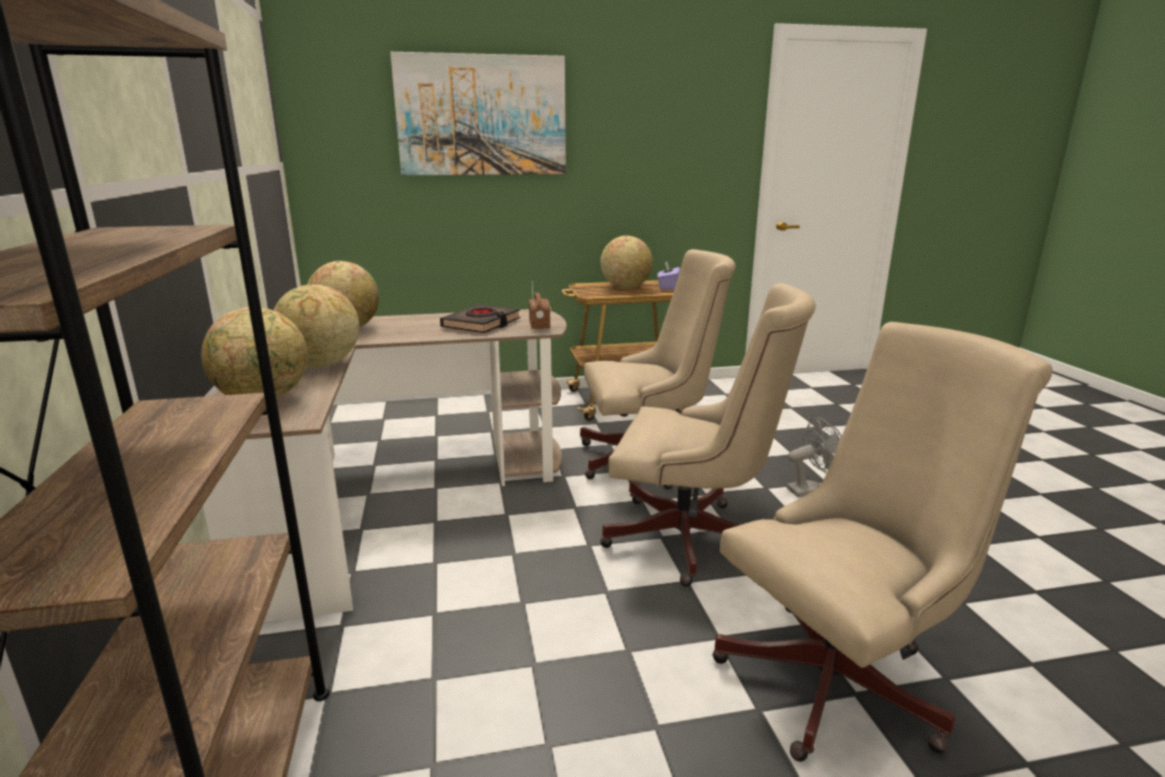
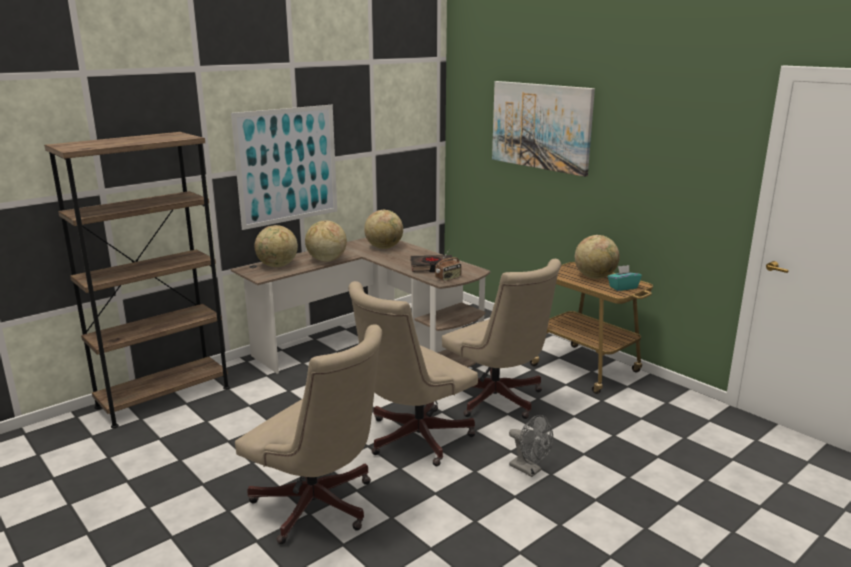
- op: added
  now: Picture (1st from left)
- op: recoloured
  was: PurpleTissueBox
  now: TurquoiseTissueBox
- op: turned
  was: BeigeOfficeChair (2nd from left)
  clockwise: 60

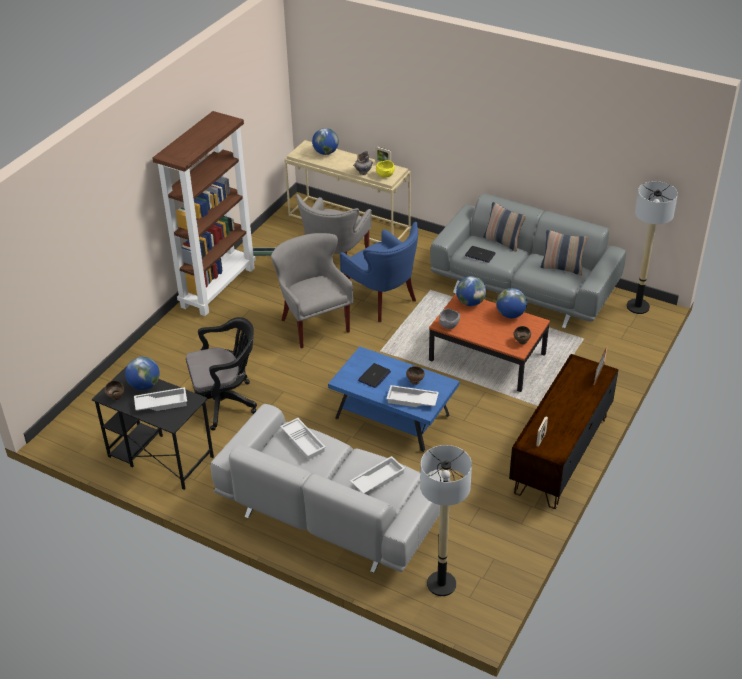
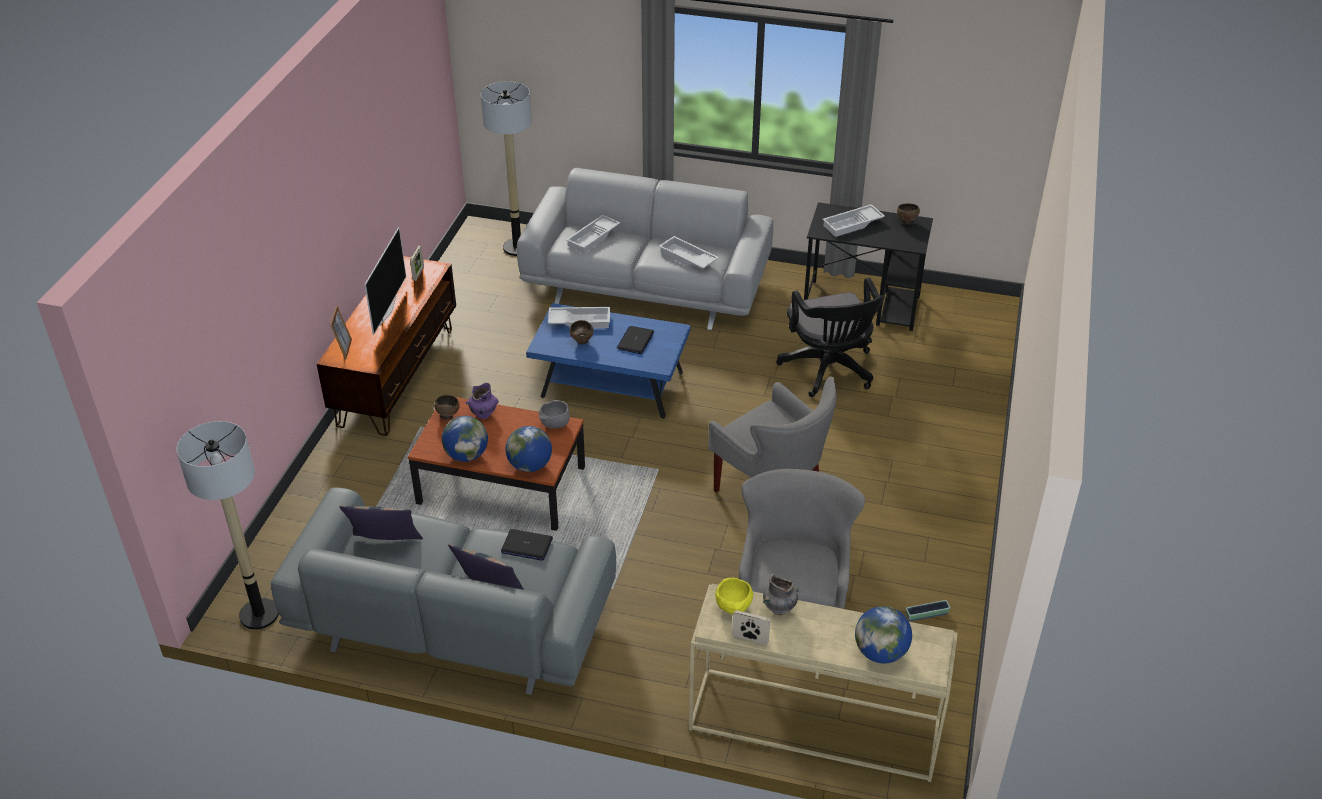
- op: removed
  was: Globe (1st from left)
- op: removed
  was: BrownBookcase
- op: removed
  was: BlueArmchair
- op: added
  now: Television
- op: added
  now: PurpleVase
- op: turned
  was: BlackOfficeChair
  clockwise: -75

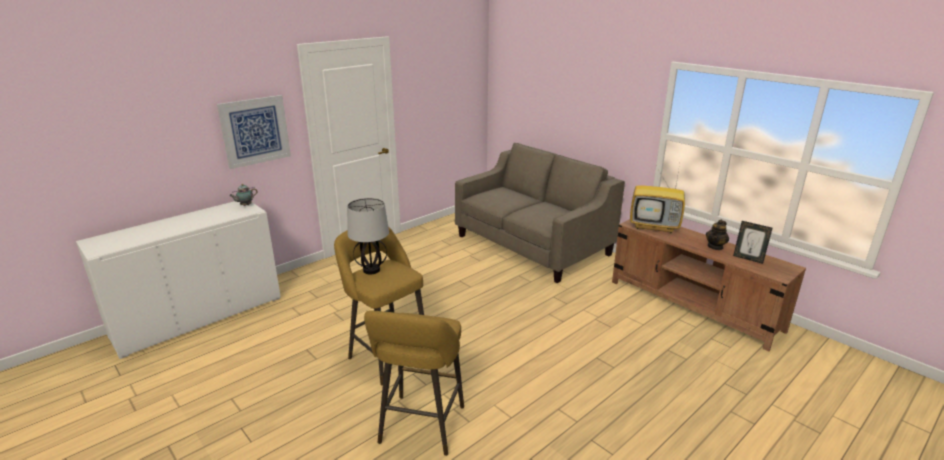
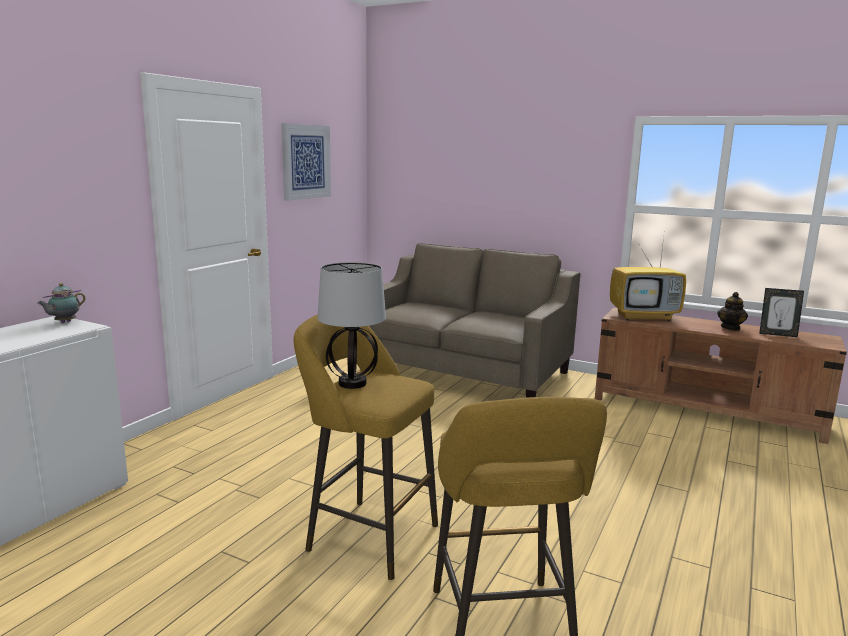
- op: moved
  was: Picture

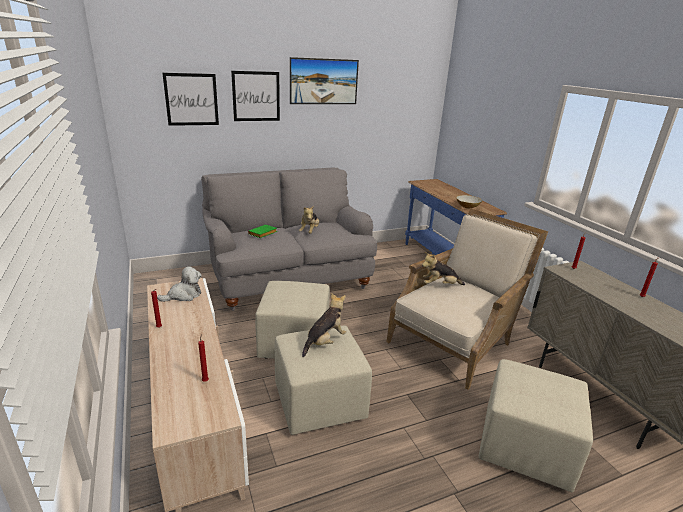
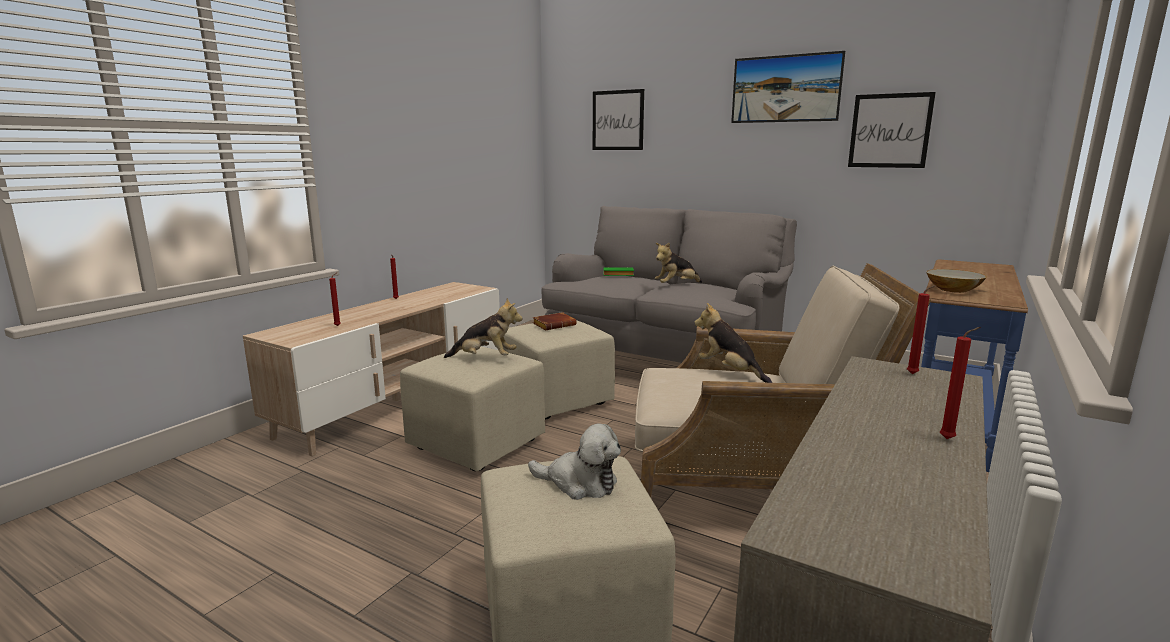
- op: added
  now: BrownBook
- op: moved
  was: PlushToy (1st from left in the first image)
  now: PlushToy (2nd from left)
- op: moved
  was: Picture (2nd from left in the first image)
  now: Picture (3rd from left)

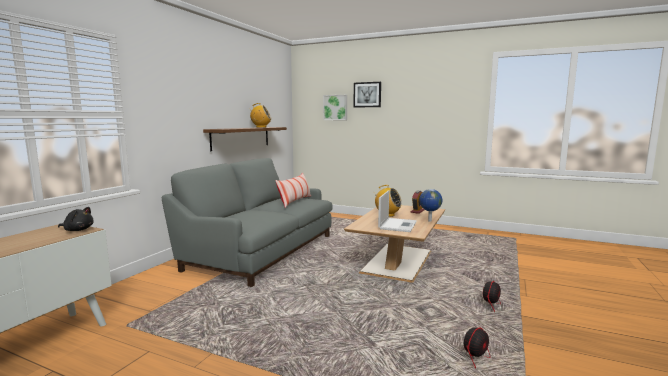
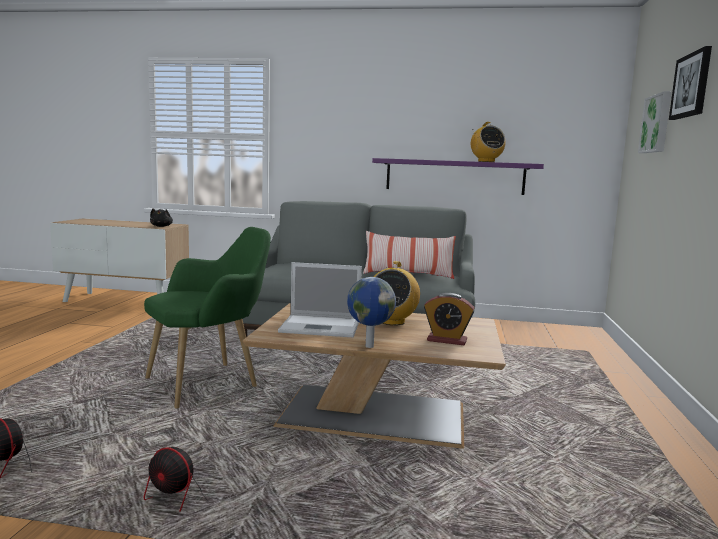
- op: added
  now: GreenArmchair
- op: recoloured
  was: BrownShelf
  now: PurpleShelf

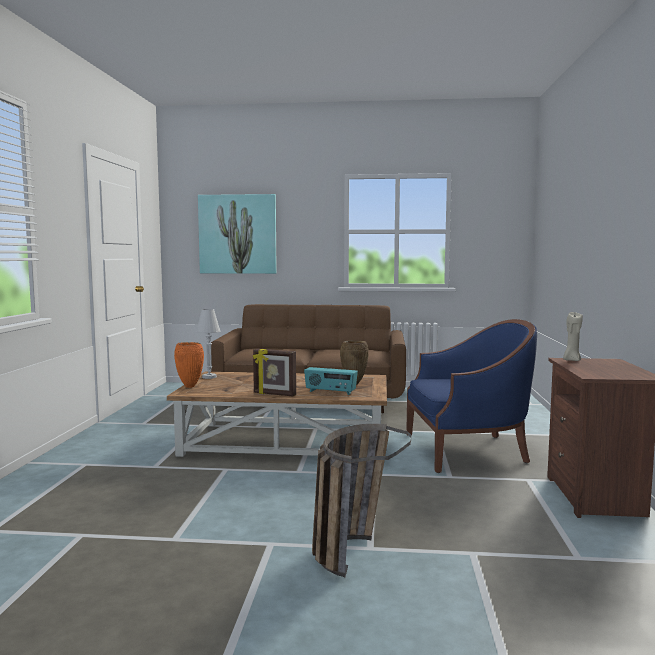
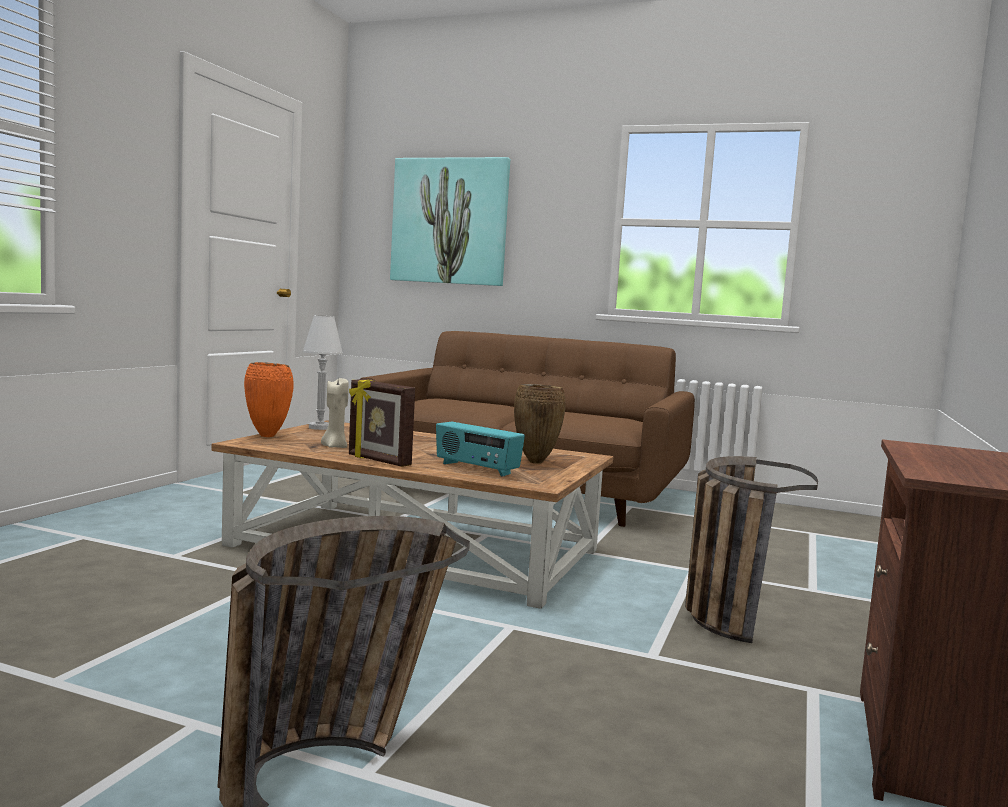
- op: moved
  was: BeigeCandle
- op: replaced
  was: BlueArmchair
  now: Basket (2nd from left)

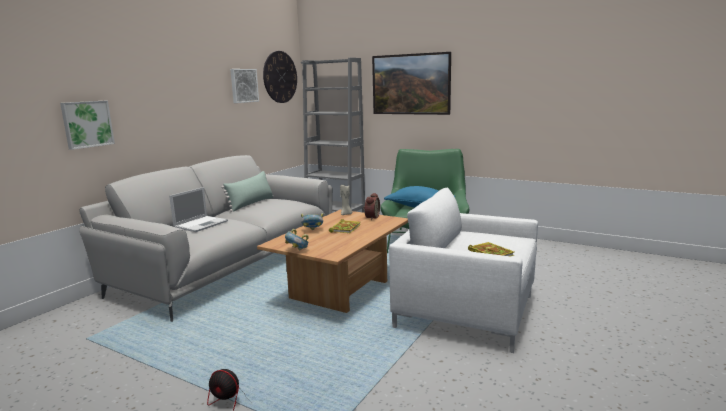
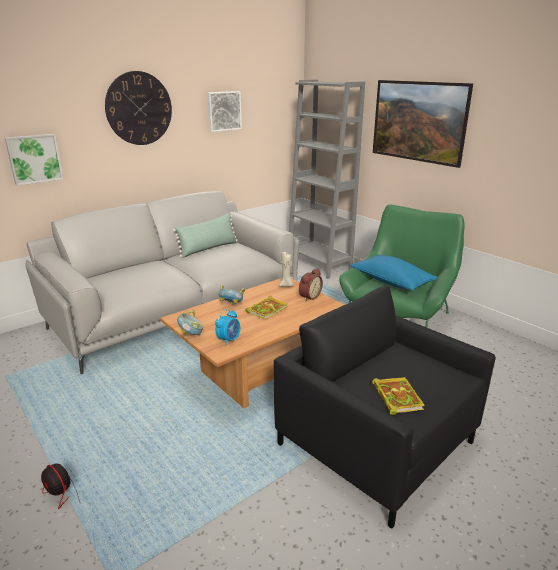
- op: removed
  was: Laptop
- op: added
  now: AlarmClock (1st from left)
- op: moved
  was: WallClock
- op: recoloured
  was: WhiteArmchair
  now: BlackArmchair

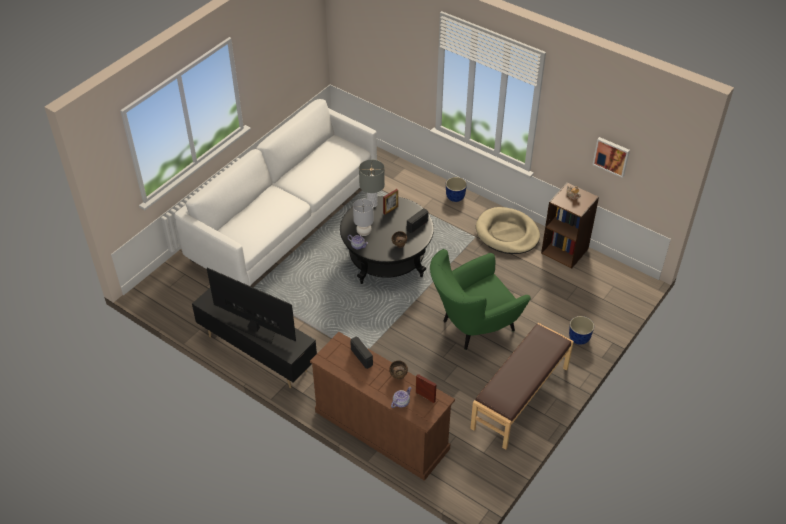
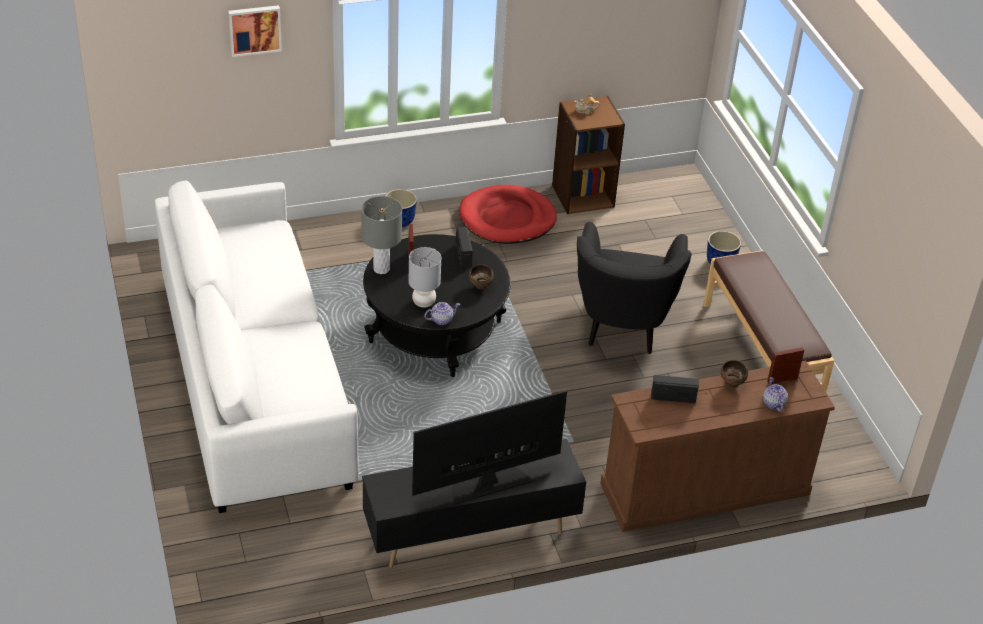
- op: moved
  was: Picture
- op: recoloured
  was: GreenArmchair
  now: BlackArmchair
- op: recoloured
  was: BeigeDogBed
  now: RedDogBed

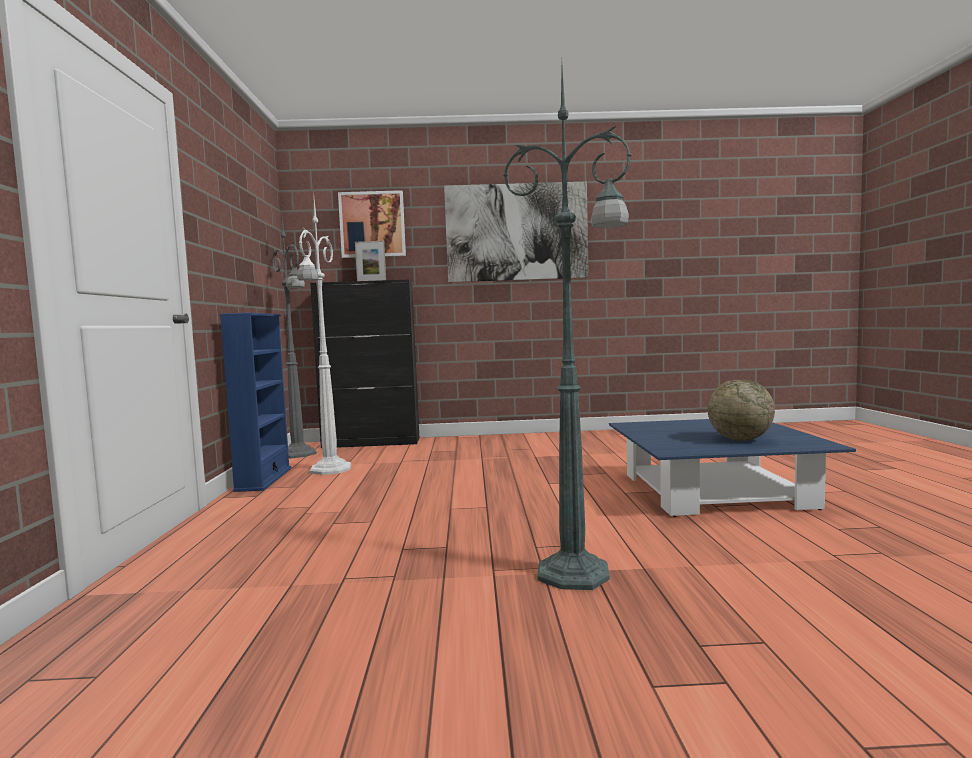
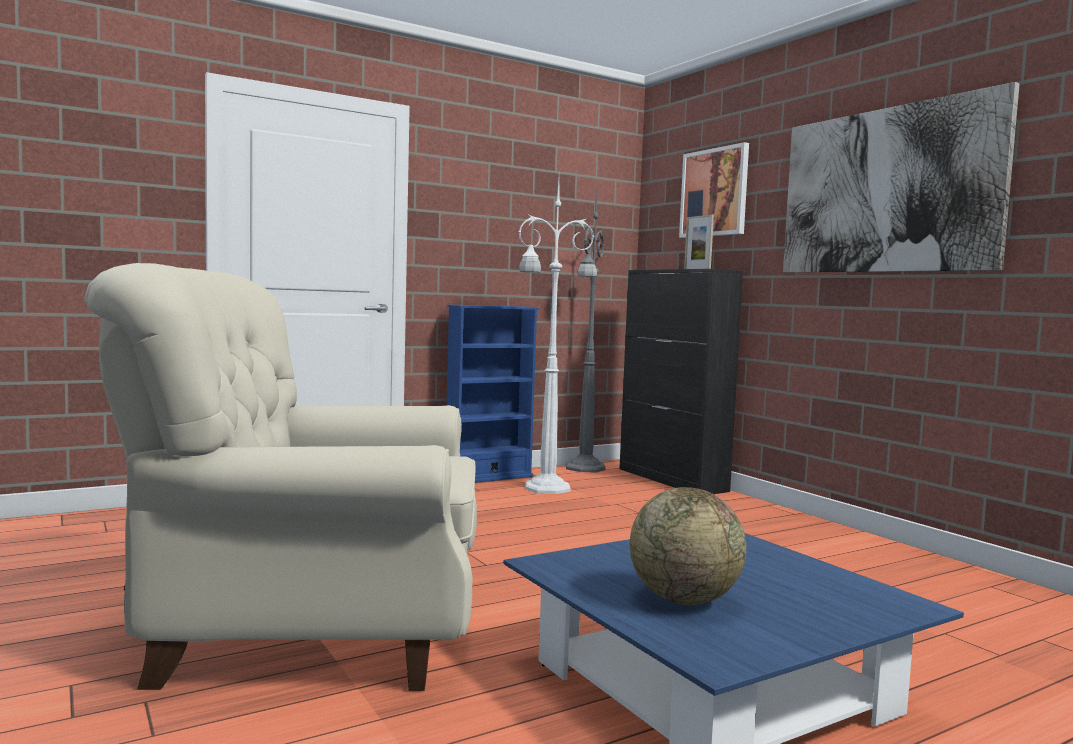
- op: replaced
  was: GreenFloorLamp
  now: BeigeArmchair

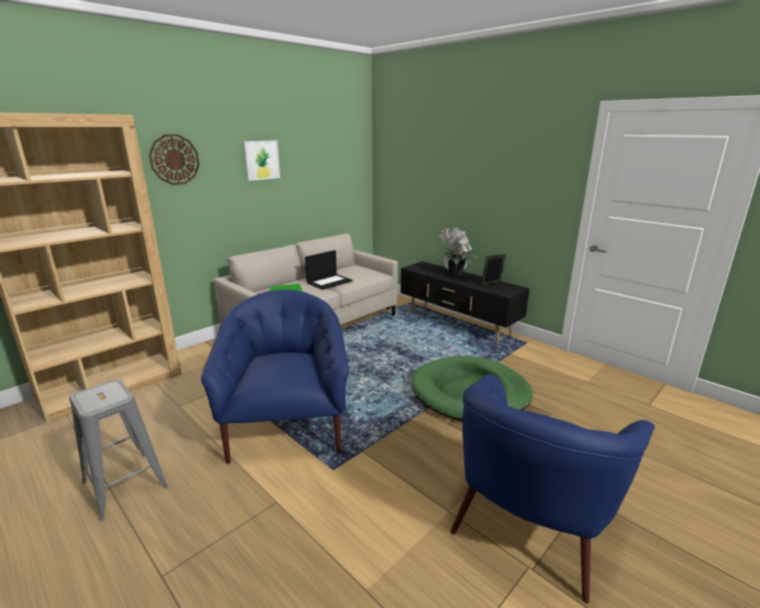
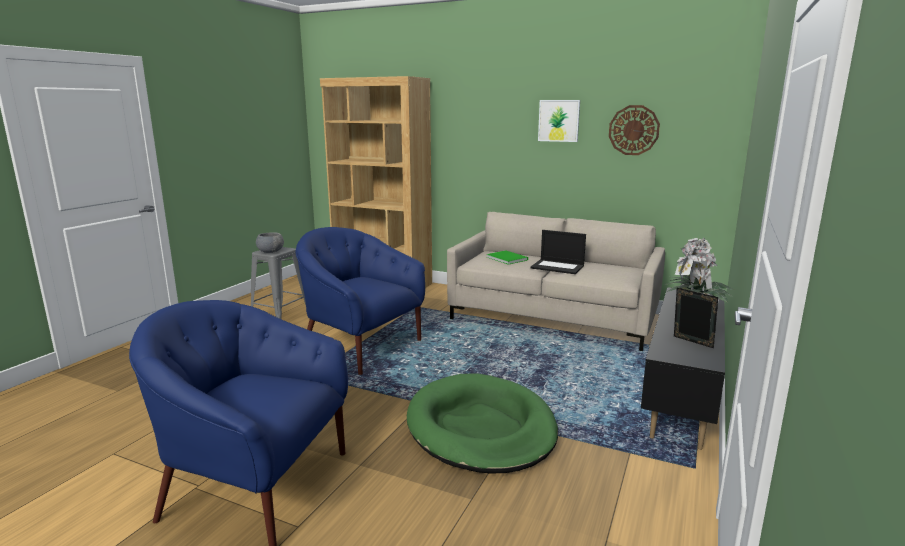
- op: added
  now: GreyBowl
- op: moved
  was: WallClock
- op: turned
  was: BlueArmchair (1st from left in the first image)
  clockwise: -120

